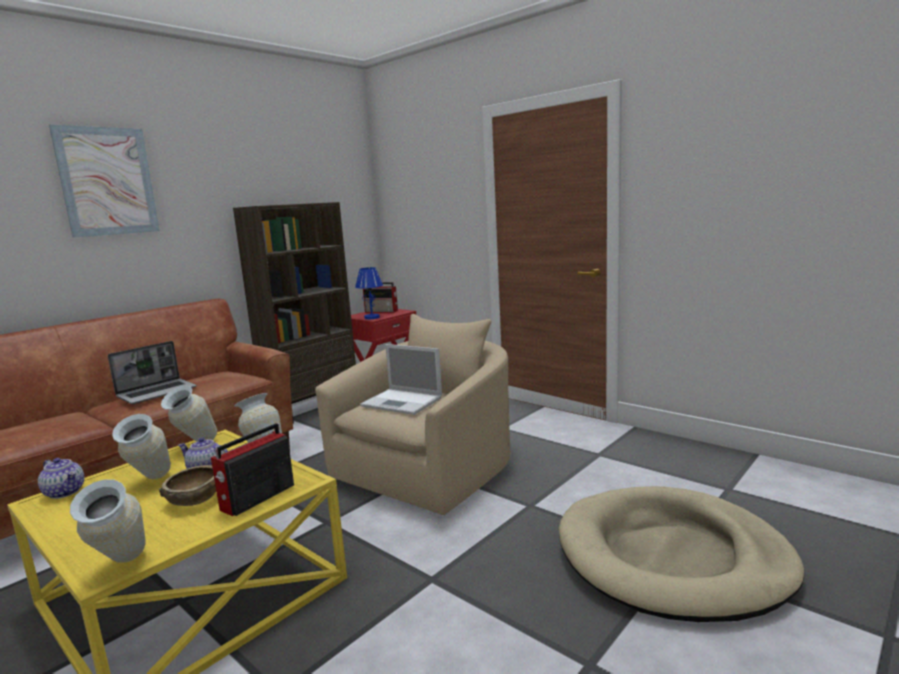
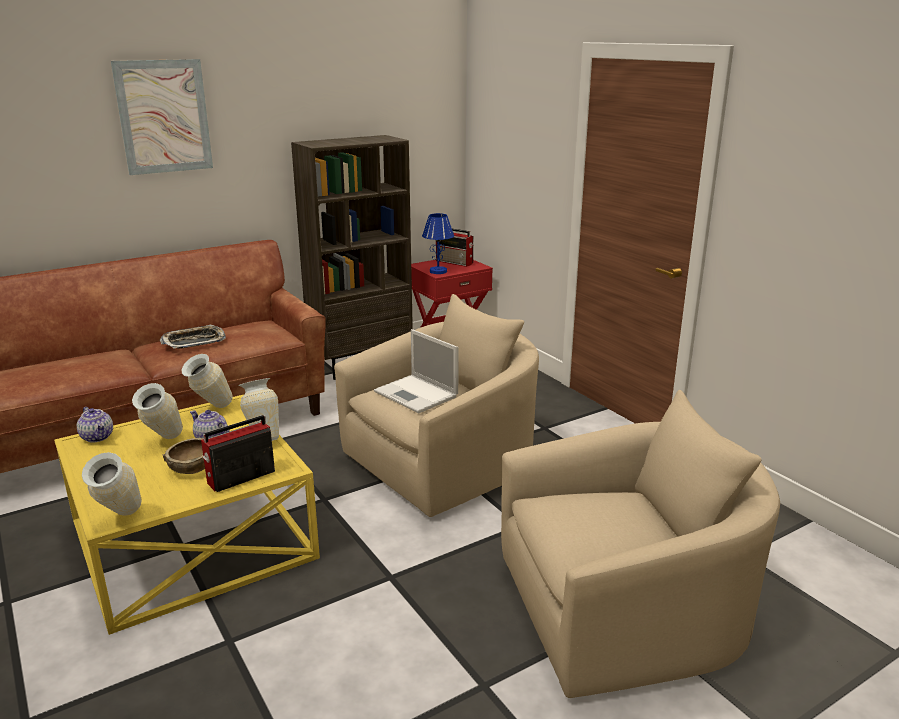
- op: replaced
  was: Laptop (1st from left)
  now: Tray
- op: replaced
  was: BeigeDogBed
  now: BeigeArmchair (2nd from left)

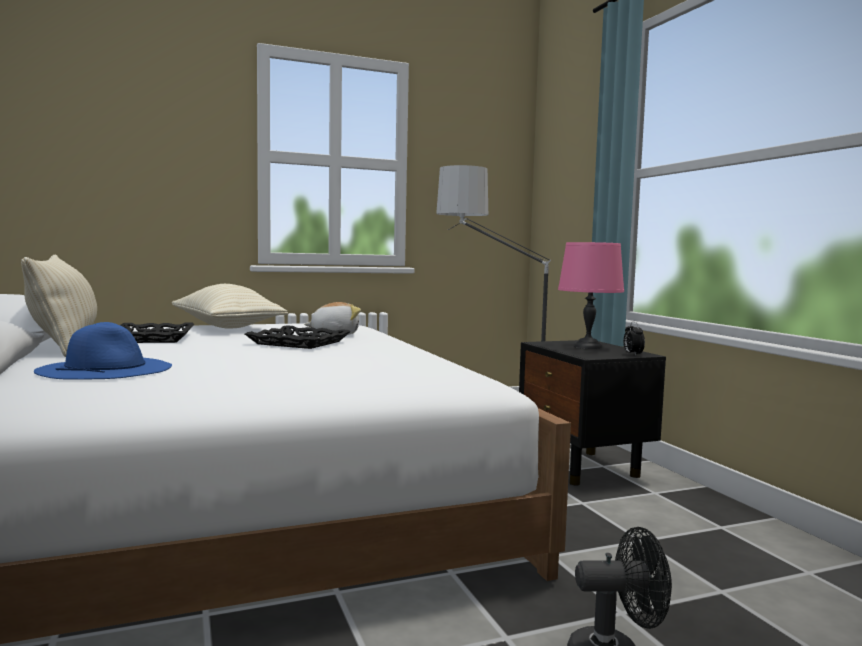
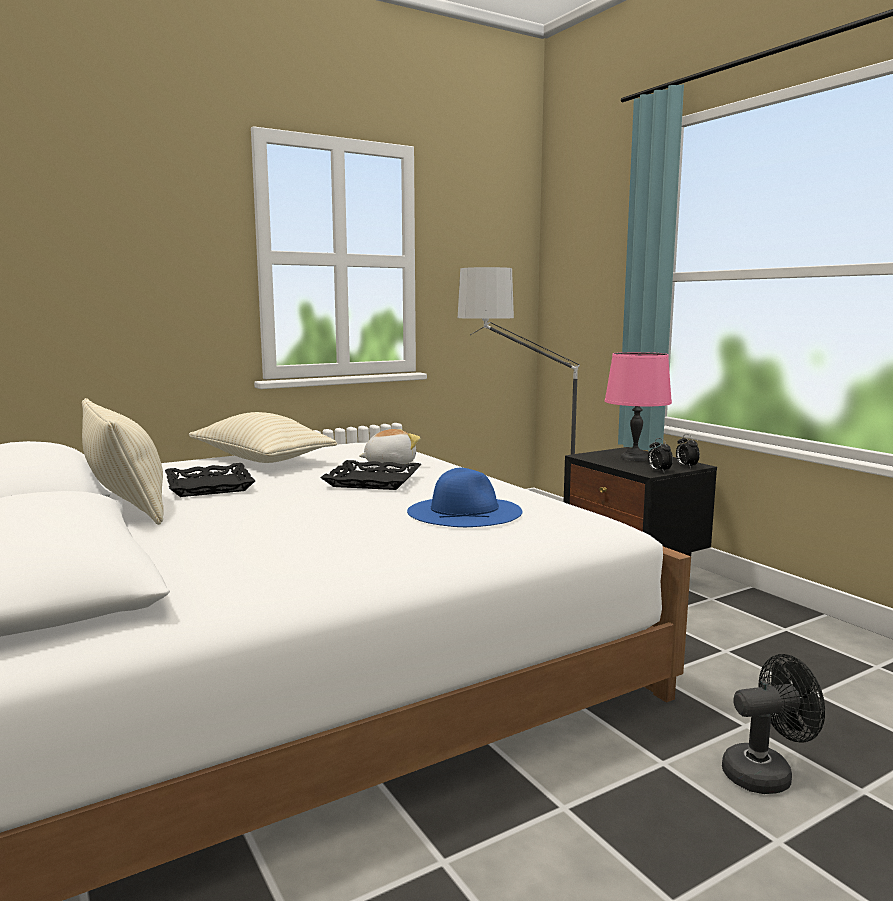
- op: added
  now: AlarmClock (1st from left)
- op: moved
  was: BlueHat

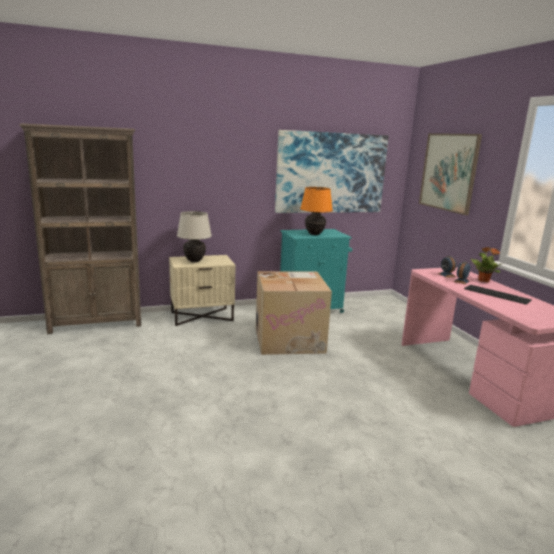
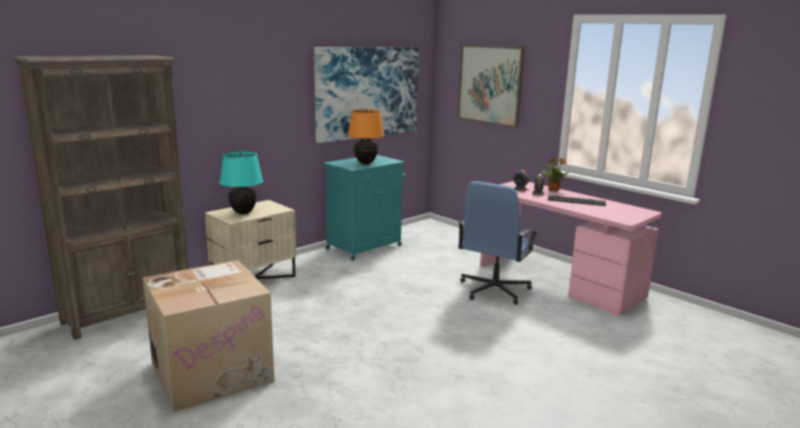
- op: added
  now: BlueOfficeChair
- op: moved
  was: CardboardBox
- op: recoloured
  was: BeigeTableLamp
  now: TurquoiseTableLamp

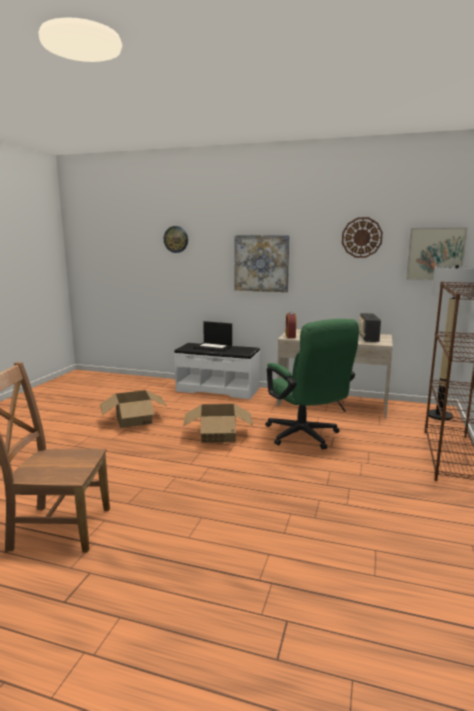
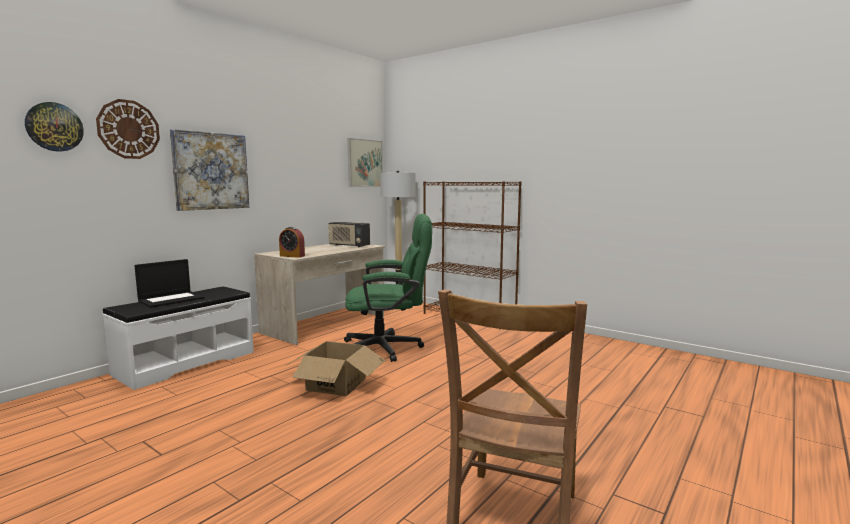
- op: removed
  was: CardboardBox (1st from left)
- op: moved
  was: WallClock (2nd from left)

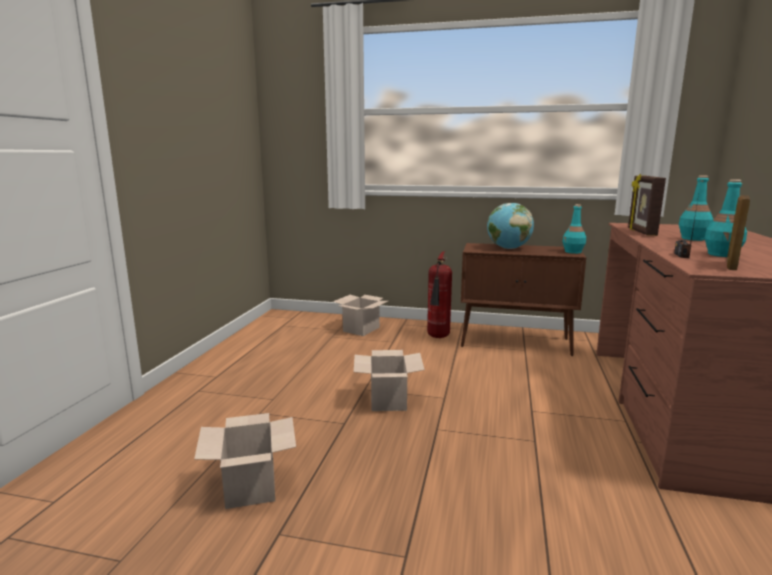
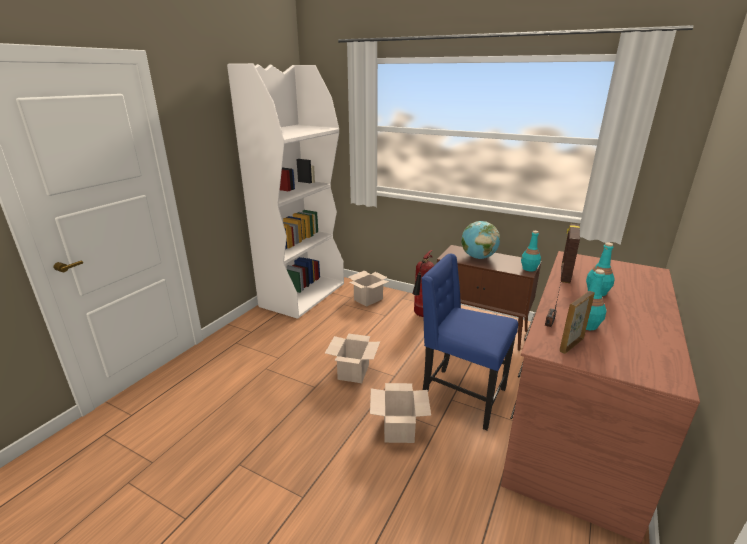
- op: added
  now: WhiteBookcase
- op: added
  now: BlueChair
- op: moved
  was: CardboardBox (1st from left in the first image)
  now: CardboardBox (3rd from left)

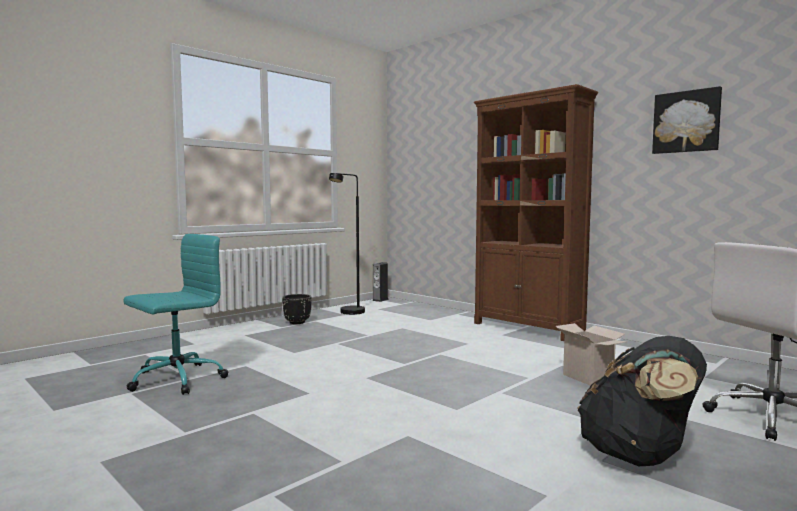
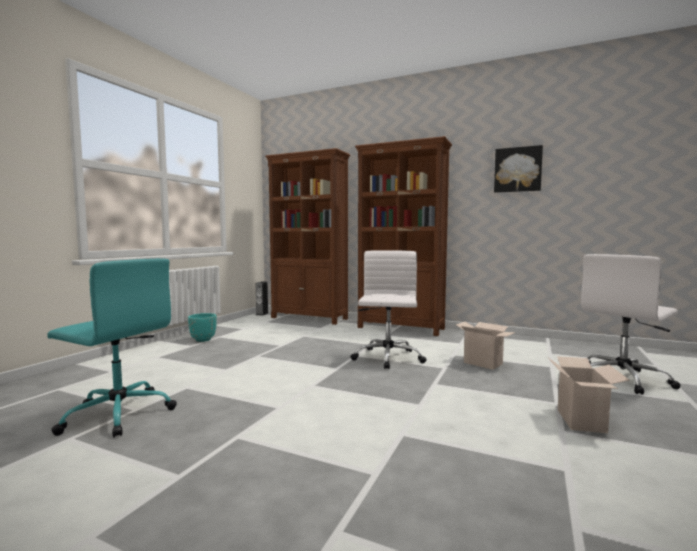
- op: removed
  was: BlackFloorLamp
- op: added
  now: BrownBookcase (1st from left)
- op: added
  now: WhiteOfficeChair (1st from left)
- op: replaced
  was: BlackBackpack
  now: CardboardBox (2nd from left)
- op: recoloured
  was: BlackPlanter
  now: TurquoisePlanter
- op: turned
  was: TurquoiseOfficeChair
  clockwise: 90

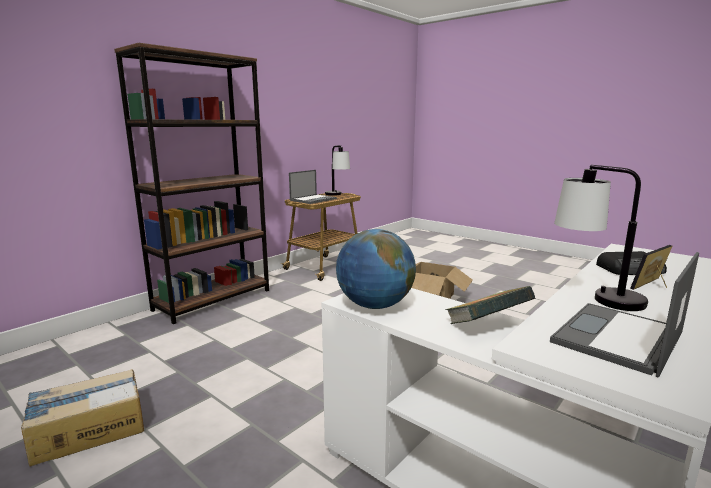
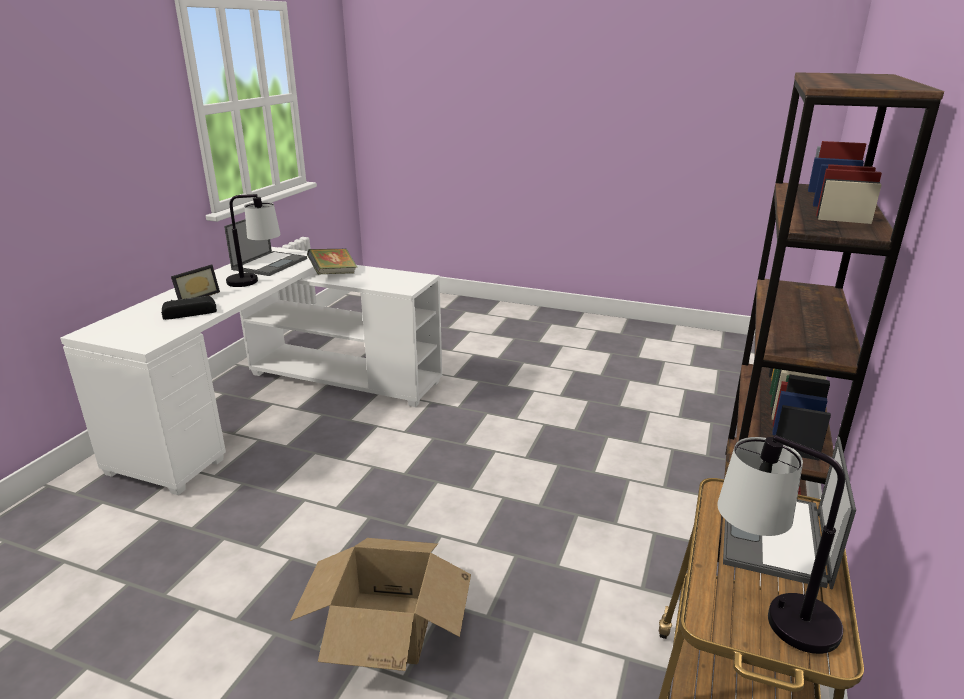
- op: removed
  was: CardboardBox (1st from left)
- op: removed
  was: Globe

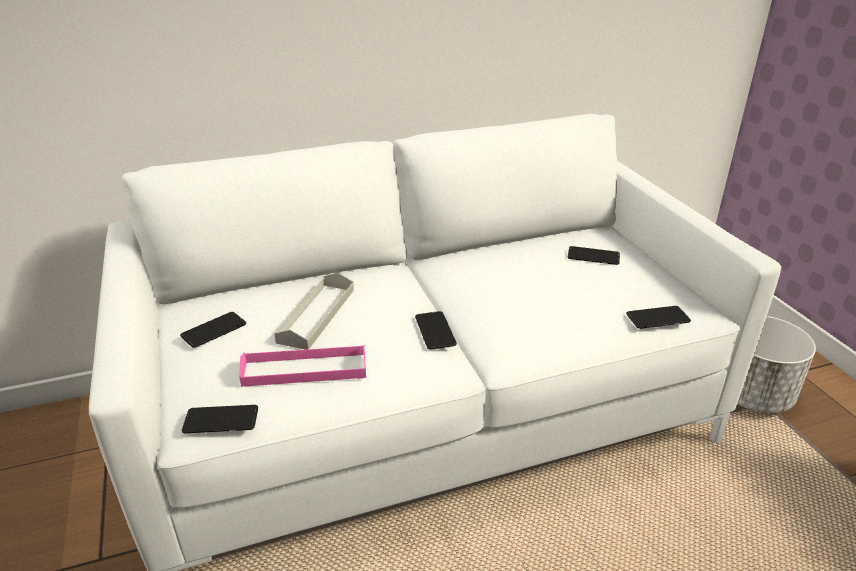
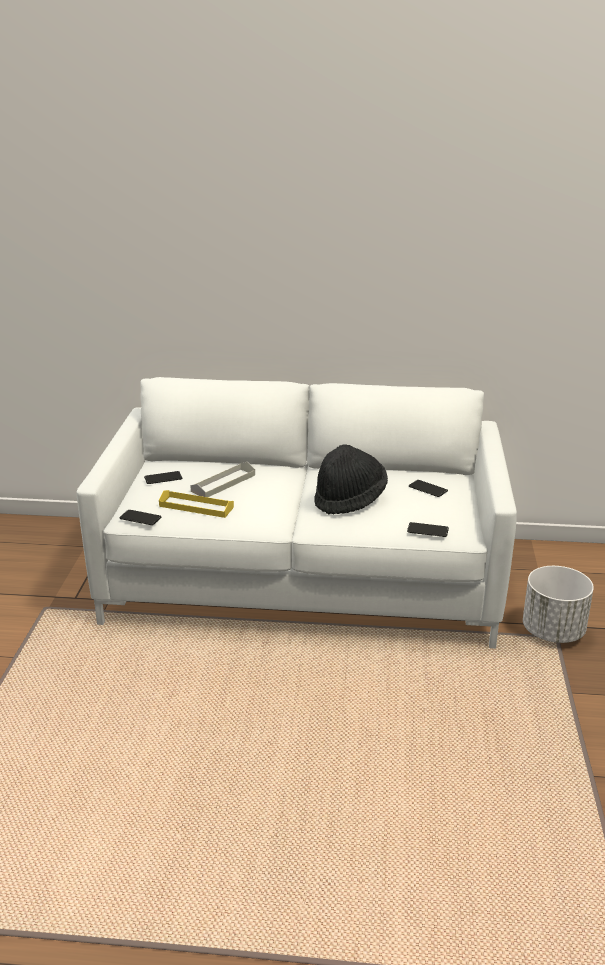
- op: removed
  was: Phone (3rd from left)
- op: added
  now: BlackHat
- op: recoloured
  was: PinkTray
  now: YellowTray

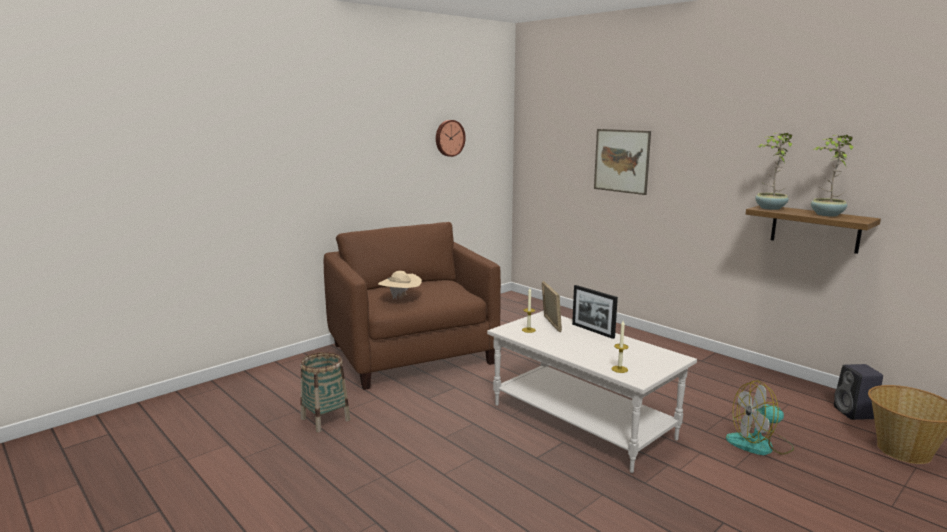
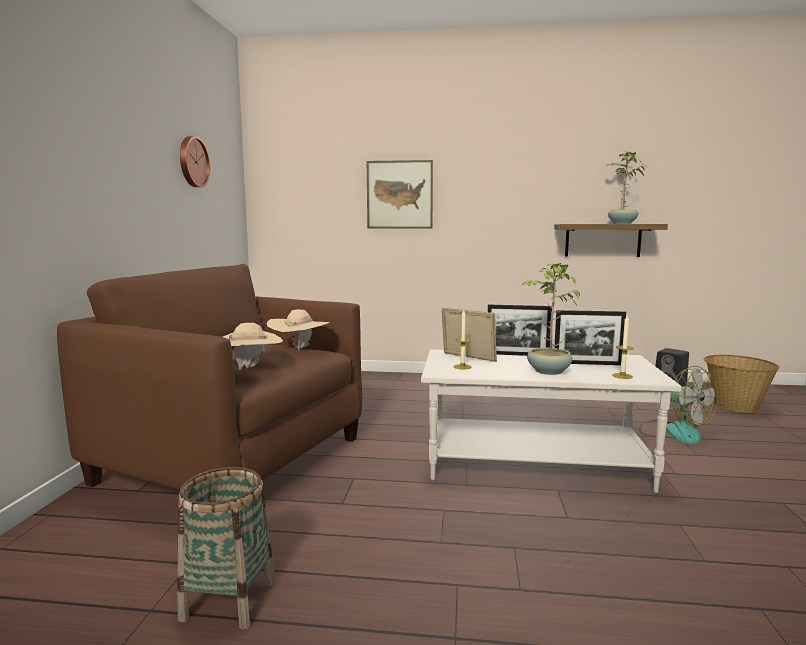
- op: added
  now: BeigeHat (2nd from left)
- op: added
  now: PictureFrame (3rd from left)
- op: moved
  was: PottedPlant (1st from left)
- op: turned
  was: Fan
  clockwise: -75

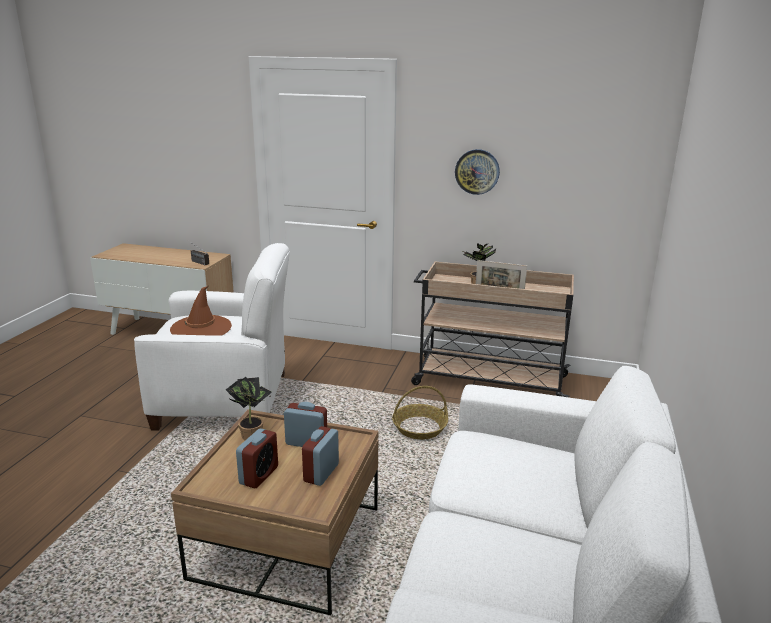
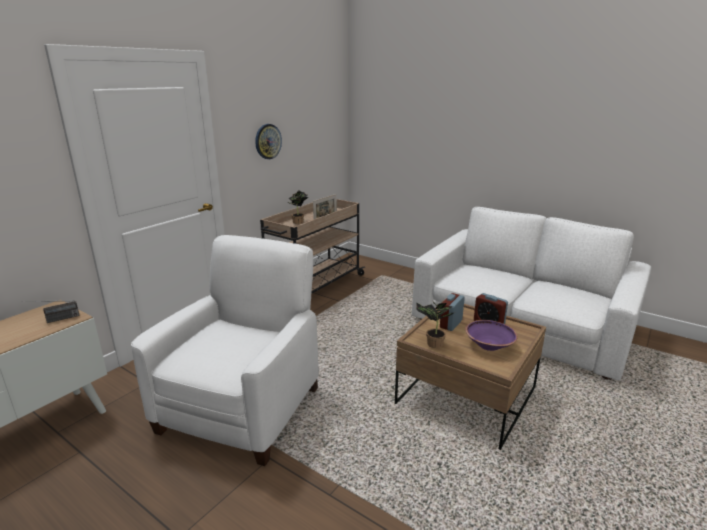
- op: removed
  was: BrownHat
- op: removed
  was: Basket
- op: replaced
  was: AlarmClock (1st from left)
  now: PurpleBowl

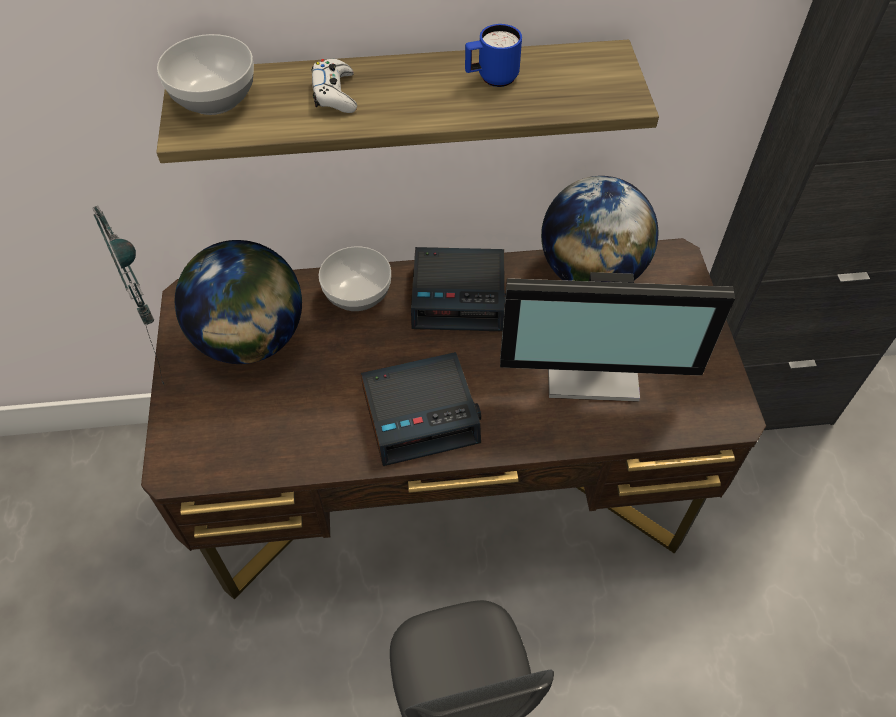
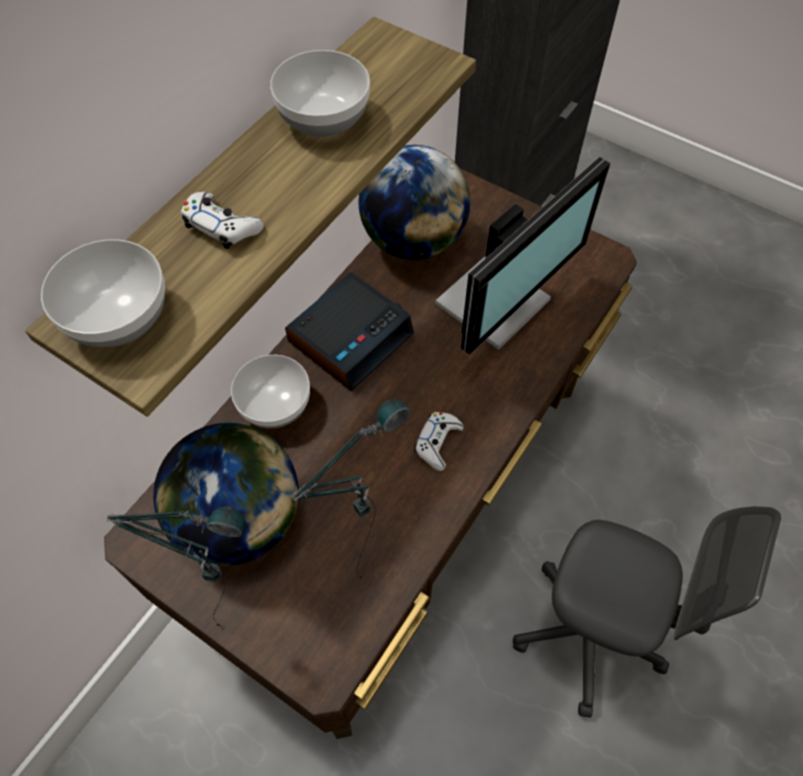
- op: added
  now: TableLamp (2nd from left)
- op: replaced
  was: AlarmClock (1st from left)
  now: WhiteGameController (2nd from left)
- op: replaced
  was: BlueMug
  now: Bowl (3rd from left)

